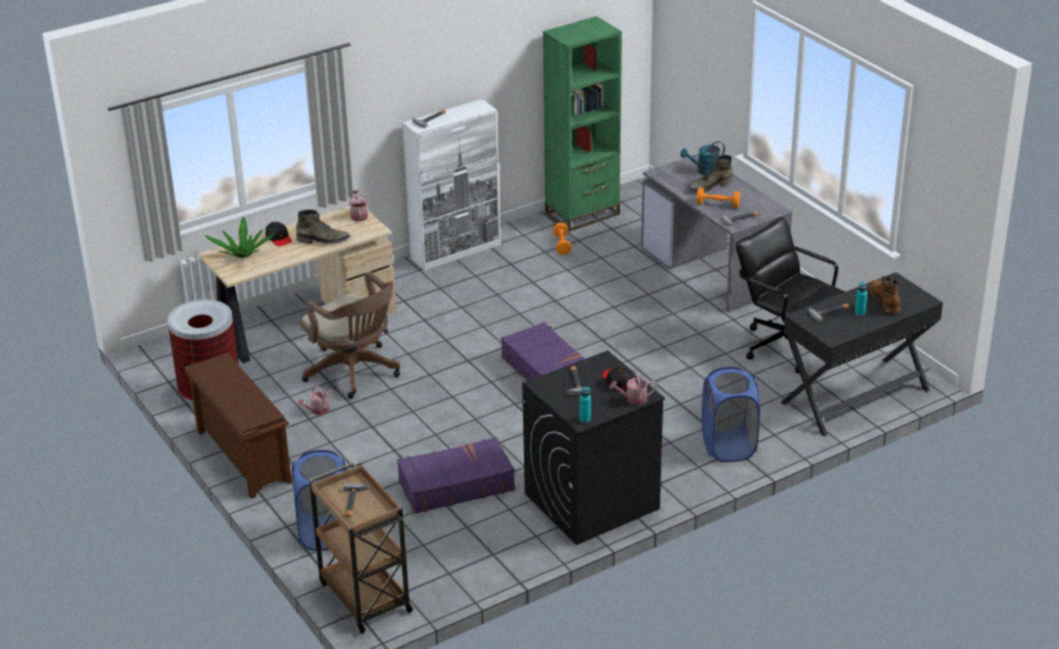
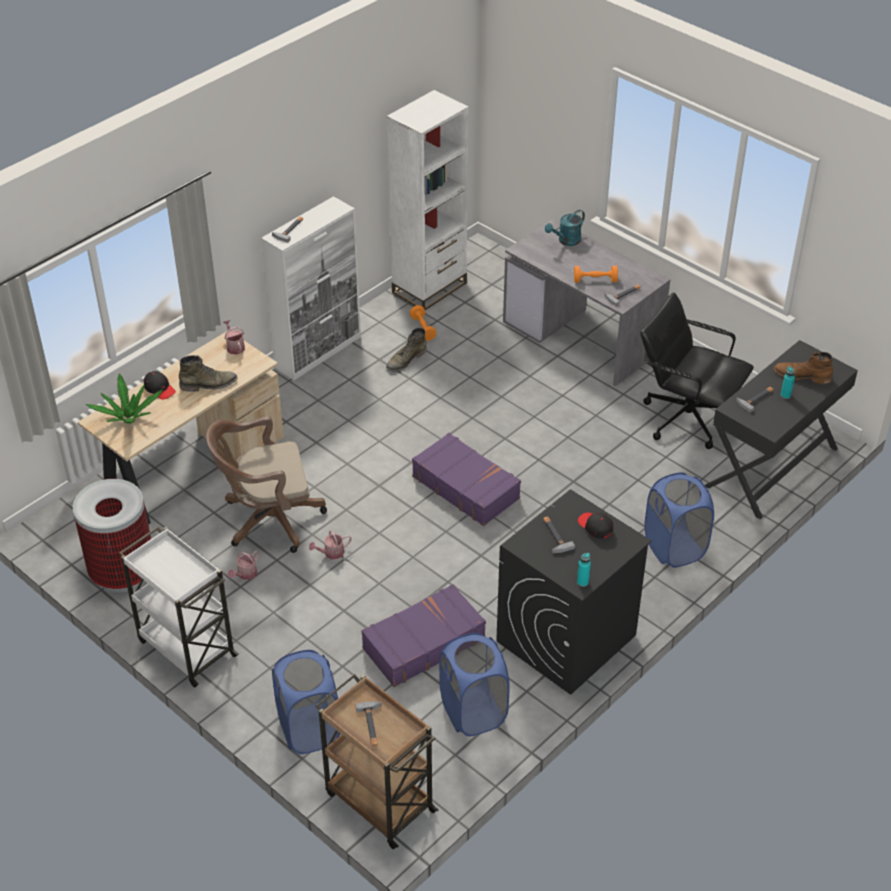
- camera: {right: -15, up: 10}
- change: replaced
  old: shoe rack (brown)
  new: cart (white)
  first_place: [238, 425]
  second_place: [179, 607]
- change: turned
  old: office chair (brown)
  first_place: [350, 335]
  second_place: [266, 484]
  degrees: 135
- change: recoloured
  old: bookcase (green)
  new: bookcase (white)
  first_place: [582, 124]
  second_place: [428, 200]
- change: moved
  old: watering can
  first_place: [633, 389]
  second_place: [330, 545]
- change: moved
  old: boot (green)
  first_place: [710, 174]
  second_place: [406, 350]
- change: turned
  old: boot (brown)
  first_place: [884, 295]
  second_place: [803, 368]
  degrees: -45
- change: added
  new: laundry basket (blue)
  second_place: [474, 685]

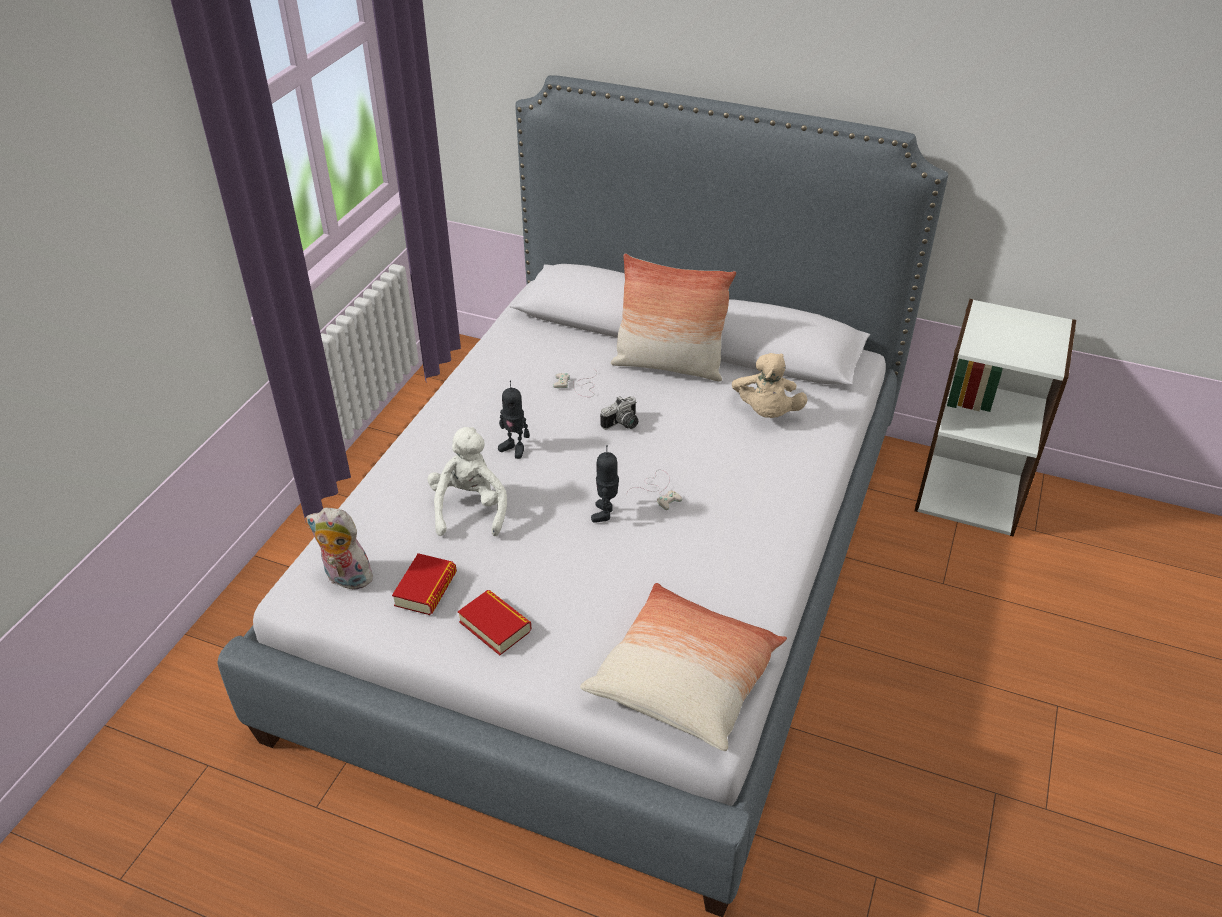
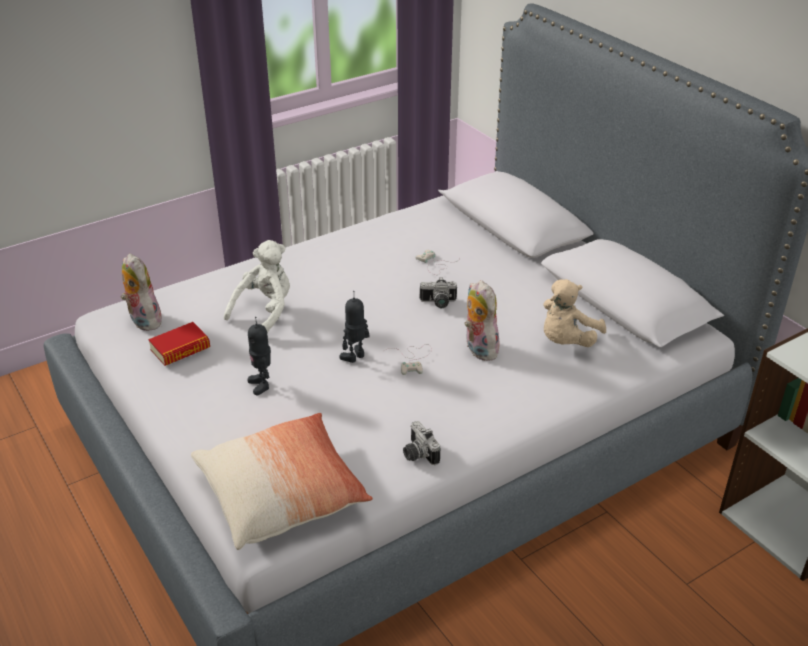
- camera: {right: 35, up: -5}
- change: removed
  old: book
  first_place: [495, 622]
- change: moved
  old: toy robot
  first_place: [514, 419]
  second_place: [259, 356]
- change: removed
  old: pillow
  first_place: [673, 317]
- change: added
  new: photo camera
  second_place: [421, 443]
- change: added
  new: plush toy
  second_place: [482, 320]

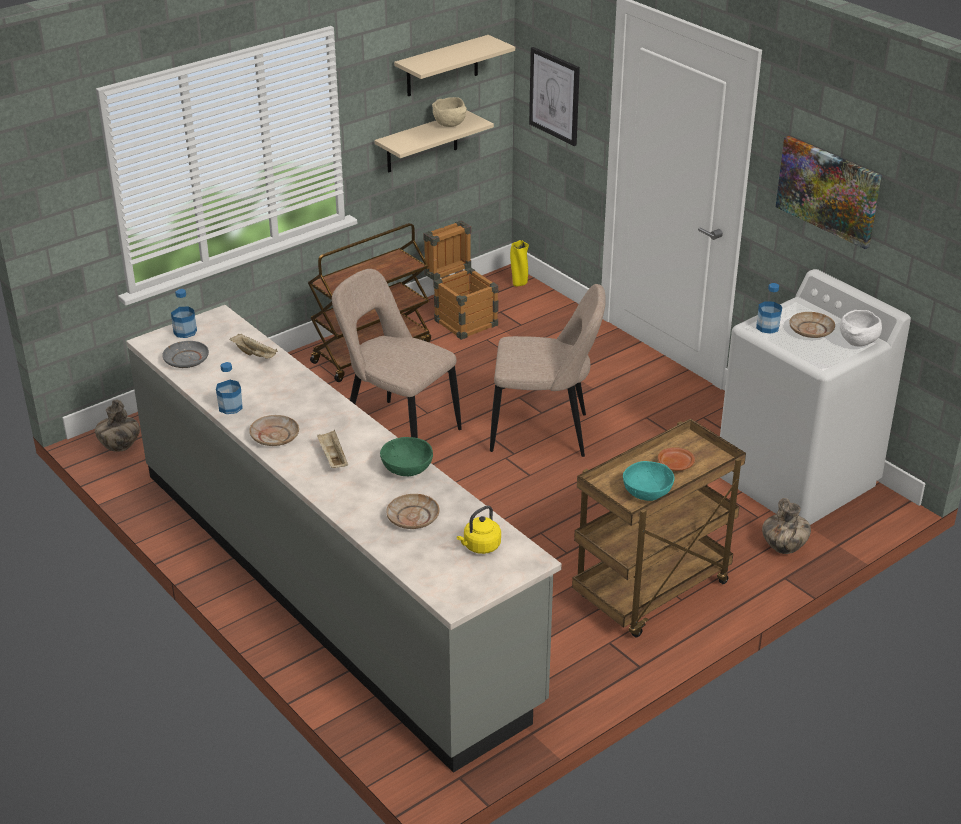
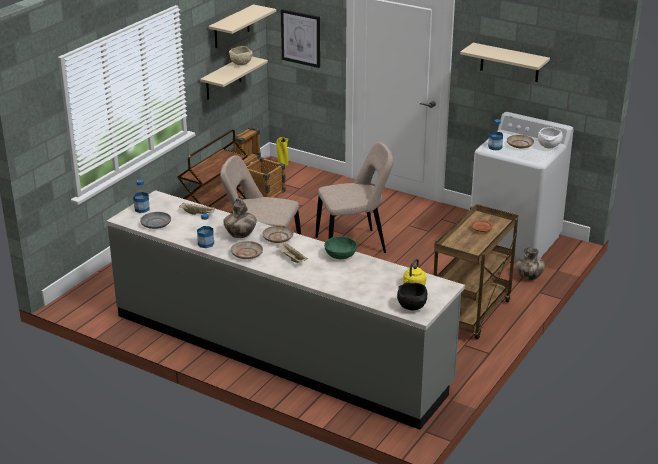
- camera: {right: -20, up: -5}
- change: moved
  old: vase
  first_place: [117, 426]
  second_place: [240, 218]
- change: moved
  old: plate (beige)
  first_place: [413, 511]
  second_place: [277, 234]
- change: removed
  old: bowl (turquoise)
  first_place: [648, 481]
- change: replaced
  old: picture
  new: shelf (beige)
  first_place: [829, 192]
  second_place: [505, 62]
- change: added
  new: bowl (black)
  second_place: [412, 296]

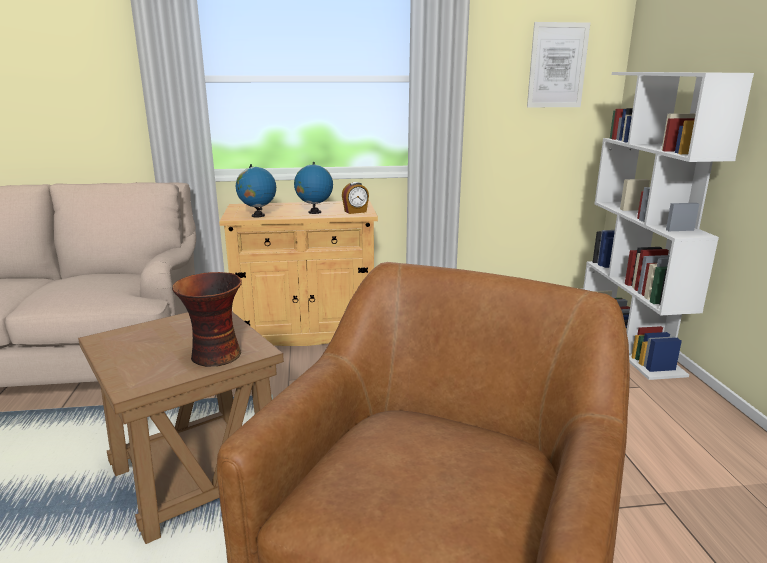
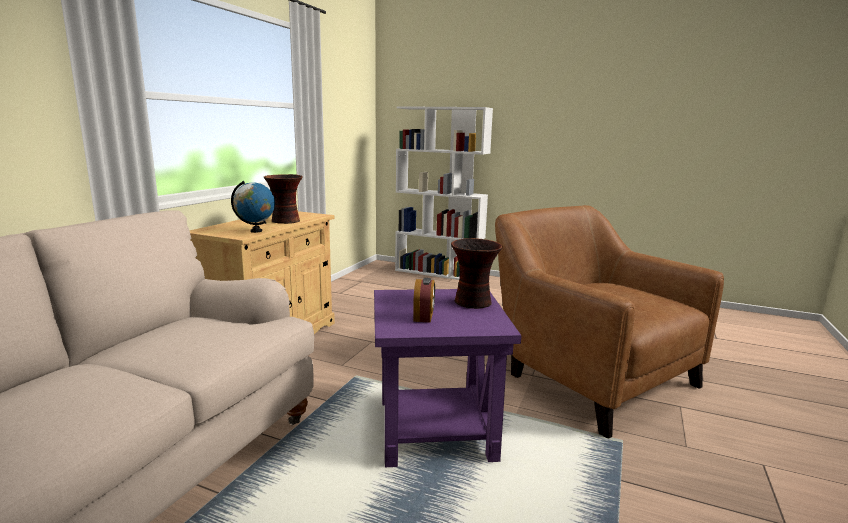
- camera: {right: -60, up: -5}
- change: recoloured
  old: side table (brown)
  new: side table (purple)
  first_place: [181, 428]
  second_place: [448, 378]
- change: replaced
  old: globe
  new: vase
  first_place: [313, 188]
  second_place: [283, 199]
- change: moved
  old: alarm clock
  first_place: [355, 198]
  second_place: [424, 300]
- change: removed
  old: picture
  first_place: [558, 64]

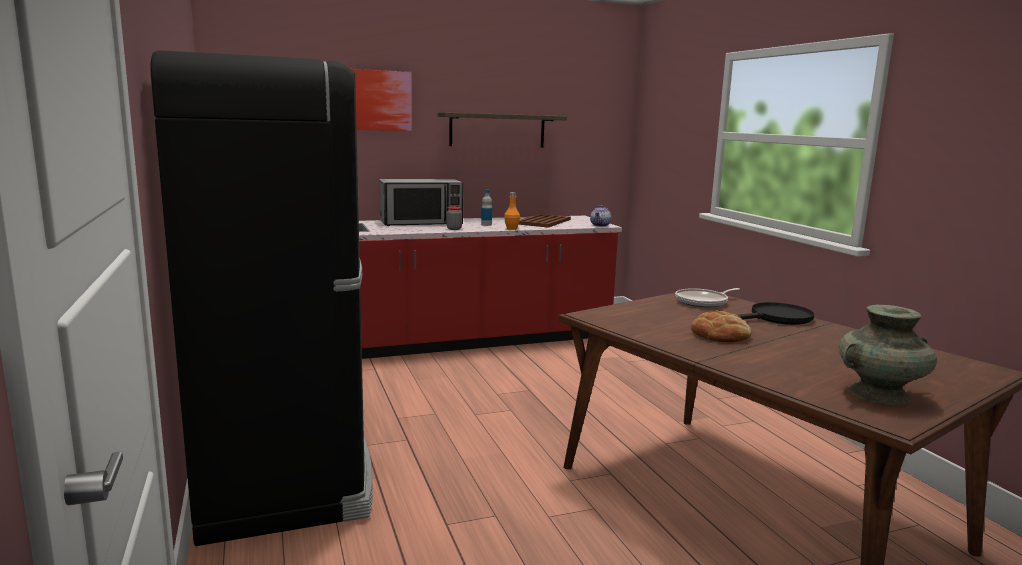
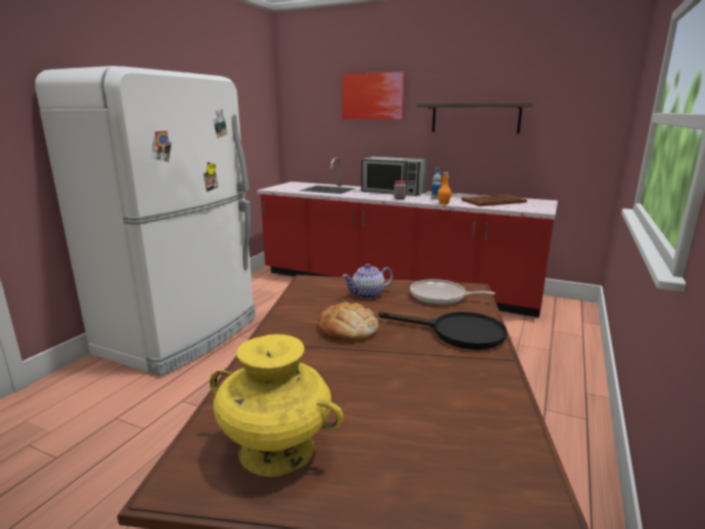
- camera: {right: 45, up: 5}
- change: recoloured
  old: fridge (black)
  new: fridge (white)
  first_place: [262, 298]
  second_place: [145, 221]
- change: moved
  old: teapot
  first_place: [600, 216]
  second_place: [368, 281]
- change: recoloured
  old: vase (turquoise)
  new: vase (yellow)
  first_place: [888, 355]
  second_place: [276, 405]

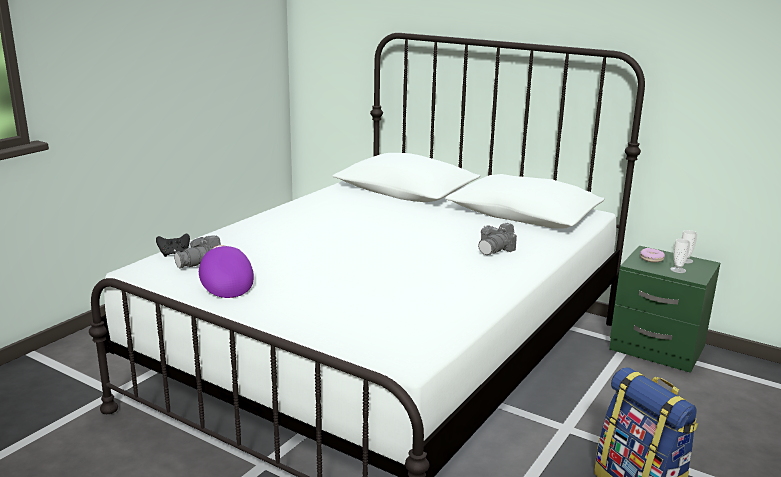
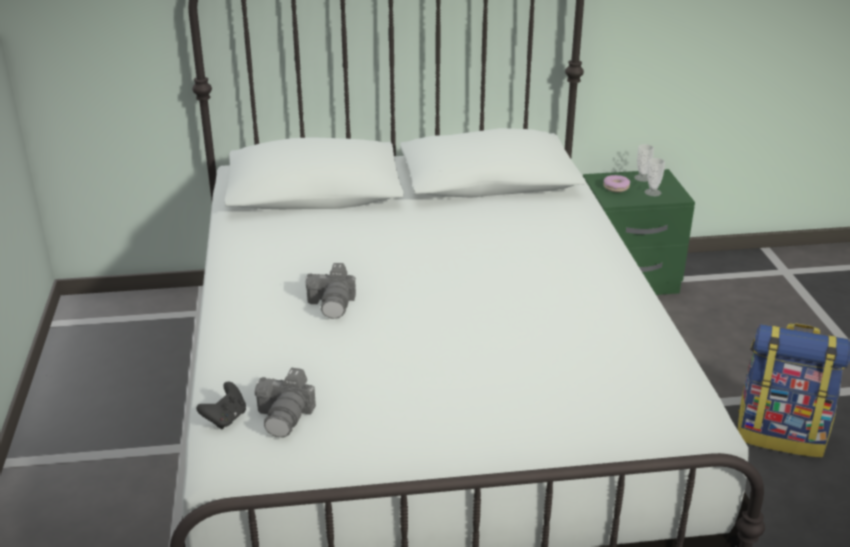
- camera: {right: -40, up: 10}
- change: removed
  old: cap (purple)
  first_place: [226, 271]
- change: moved
  old: photo camera
  first_place: [497, 239]
  second_place: [330, 291]

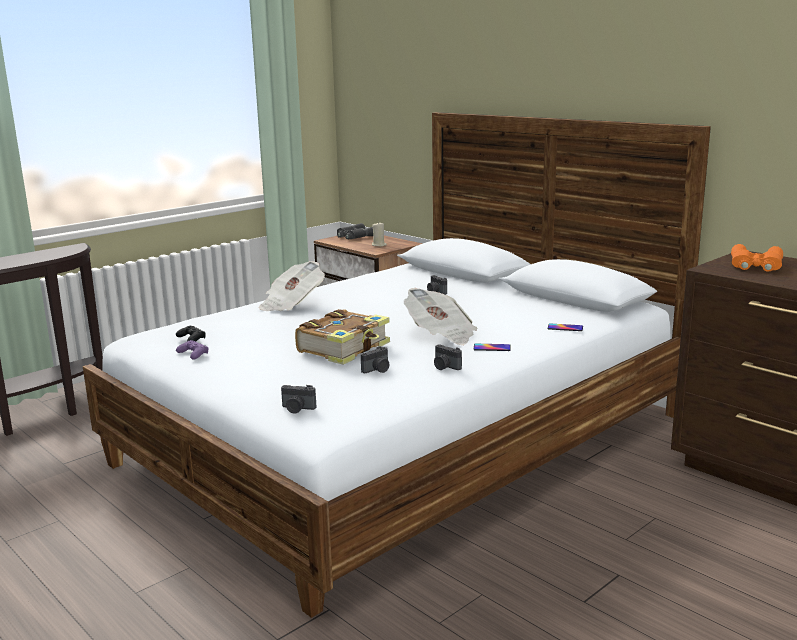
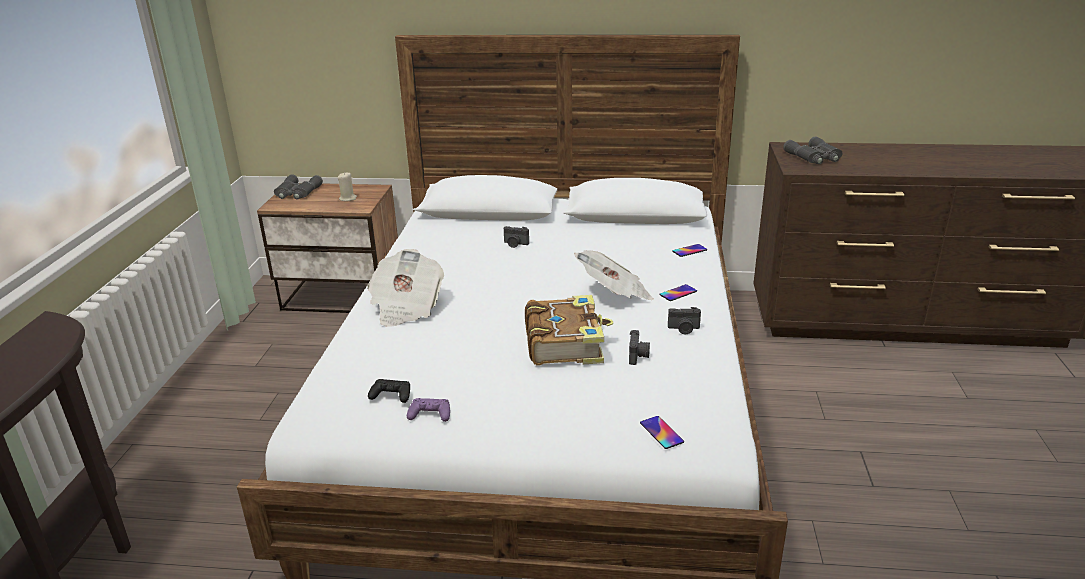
- camera: {right: -40, up: 10}
- change: replaced
  old: photo camera
  new: phone
  first_place: [298, 399]
  second_place: [662, 432]
- change: recoloured
  old: binoculars (orange)
  new: binoculars (grey)
  first_place: [757, 258]
  second_place: [812, 150]

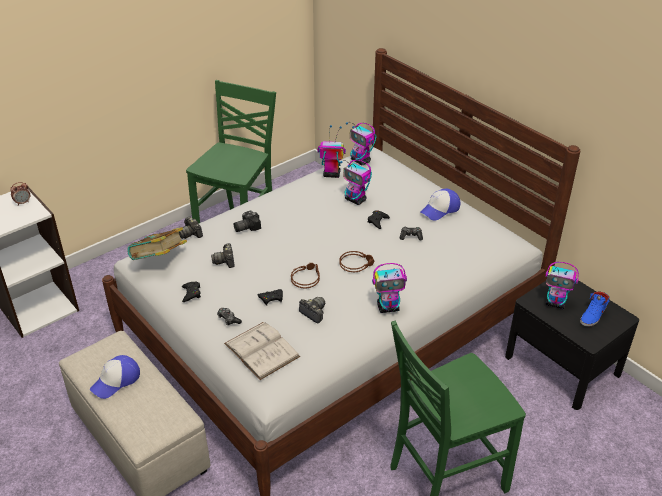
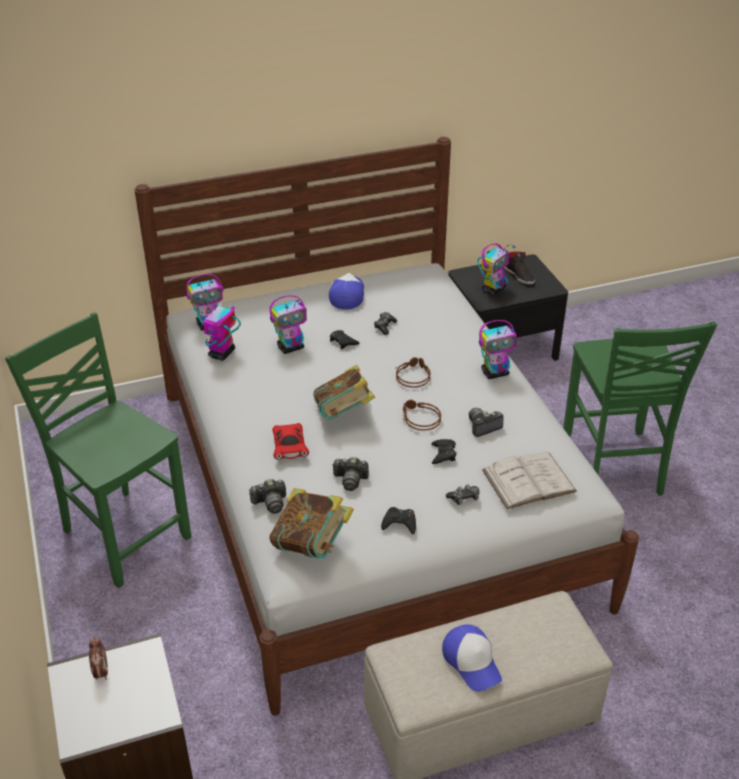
- camera: {right: -70, up: 0}
- change: replaced
  old: photo camera
  new: toy car (red)
  first_place: [247, 221]
  second_place: [290, 441]
- change: turned
  old: toy robot
  first_place: [389, 288]
  second_place: [498, 349]
  degrees: 60
- change: turned
  old: cap
  first_place: [440, 205]
  second_place: [346, 291]
  degrees: -150
- change: recoloured
  old: shoe (blue)
  new: shoe (black)
  first_place: [594, 309]
  second_place: [519, 268]
- change: added
  new: book
  second_place: [344, 392]

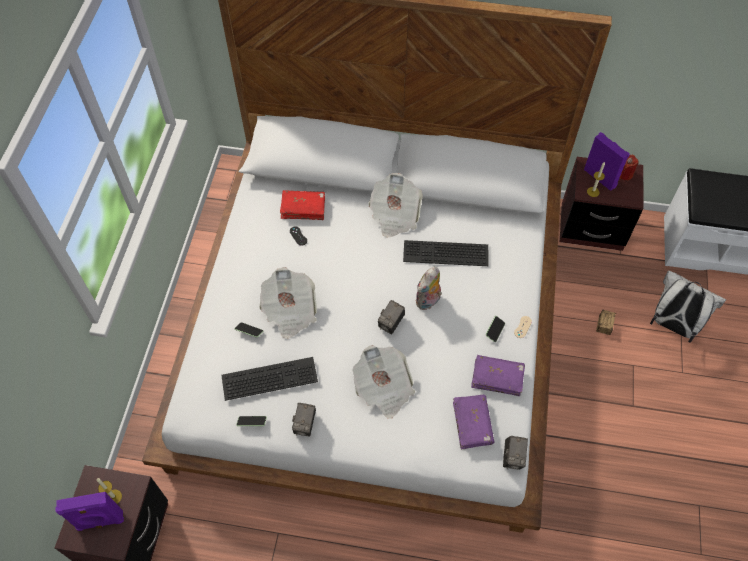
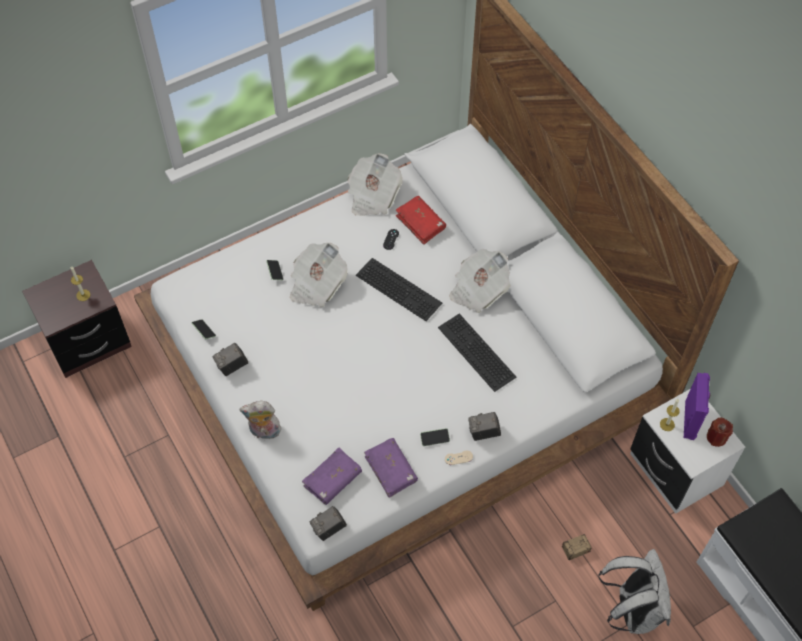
- camera: {right: 50, up: 0}
- change: removed
  old: speaker (purple)
  first_place: [89, 511]
- change: moved
  old: keyboard
  first_place: [269, 379]
  second_place: [399, 289]
- change: moved
  old: newspaper
  first_place: [383, 382]
  second_place: [375, 184]
- change: moved
  old: photo camera
  first_place: [391, 317]
  second_place: [484, 426]
- change: moved
  old: plush toy
  first_place: [428, 288]
  second_place: [260, 420]
- change: recoloured
  old: nightstand (brown)
  new: nightstand (white)
  first_place: [602, 204]
  second_place: [687, 451]

